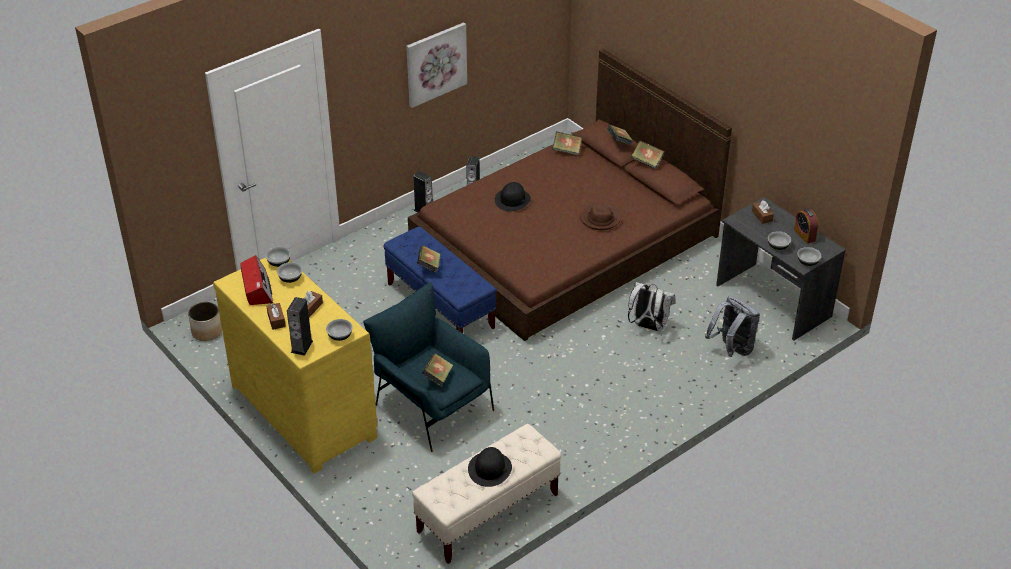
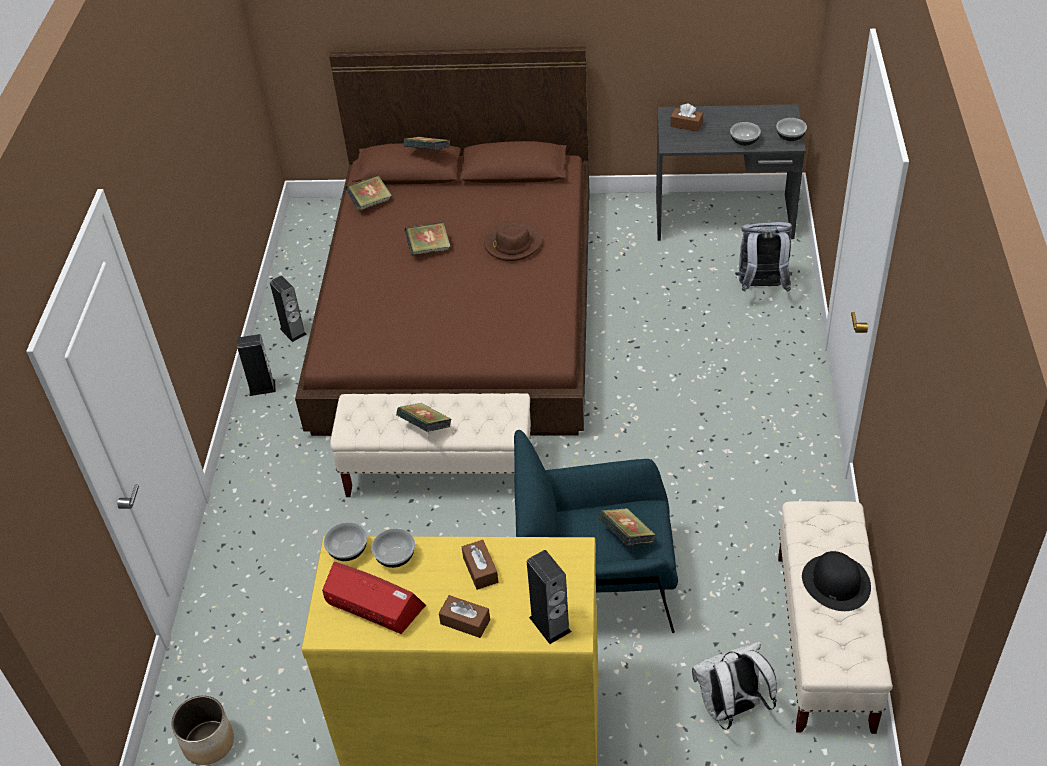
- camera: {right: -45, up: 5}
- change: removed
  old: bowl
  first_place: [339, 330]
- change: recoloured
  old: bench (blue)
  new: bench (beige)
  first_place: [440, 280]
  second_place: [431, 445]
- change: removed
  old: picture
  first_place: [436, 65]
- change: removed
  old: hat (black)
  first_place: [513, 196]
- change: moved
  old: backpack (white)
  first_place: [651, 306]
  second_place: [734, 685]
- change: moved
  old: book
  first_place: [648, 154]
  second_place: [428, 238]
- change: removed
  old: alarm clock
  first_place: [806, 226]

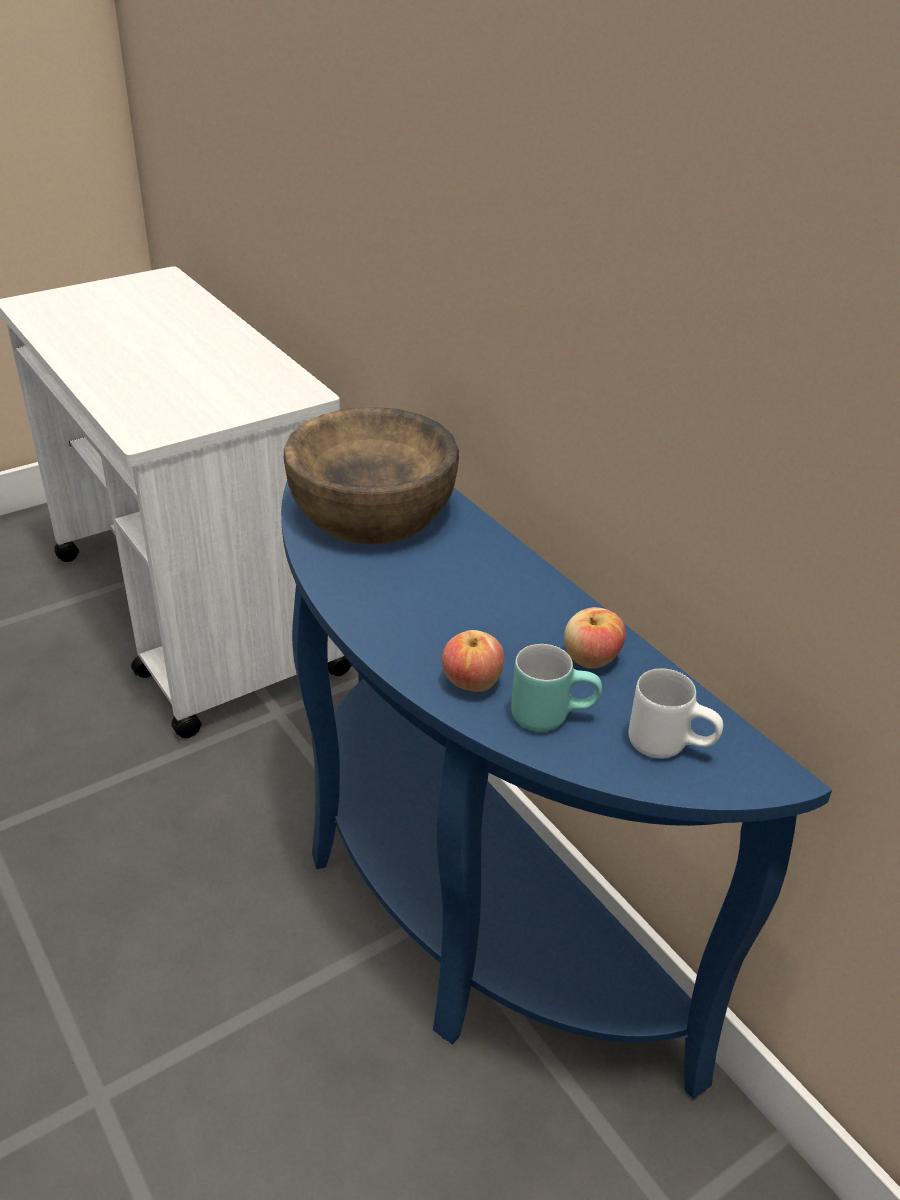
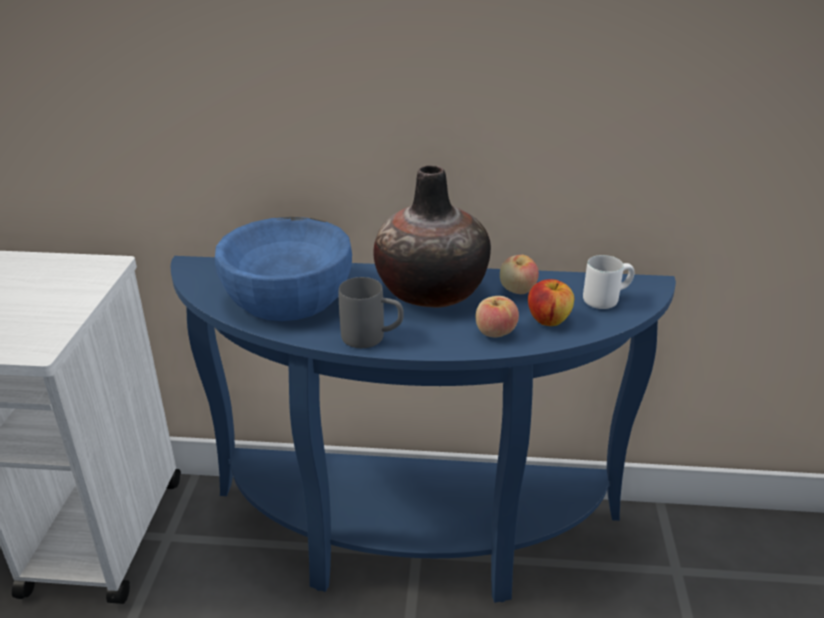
- camera: {right: -50, up: -5}
- change: recoloured
  old: bowl (brown)
  new: bowl (blue)
  first_place: [371, 475]
  second_place: [283, 269]
- change: replaced
  old: mug (turquoise)
  new: apple
  first_place: [556, 688]
  second_place: [551, 302]
- change: added
  new: mug (grey)
  second_place: [371, 312]
- change: added
  new: vase
  second_place: [432, 236]

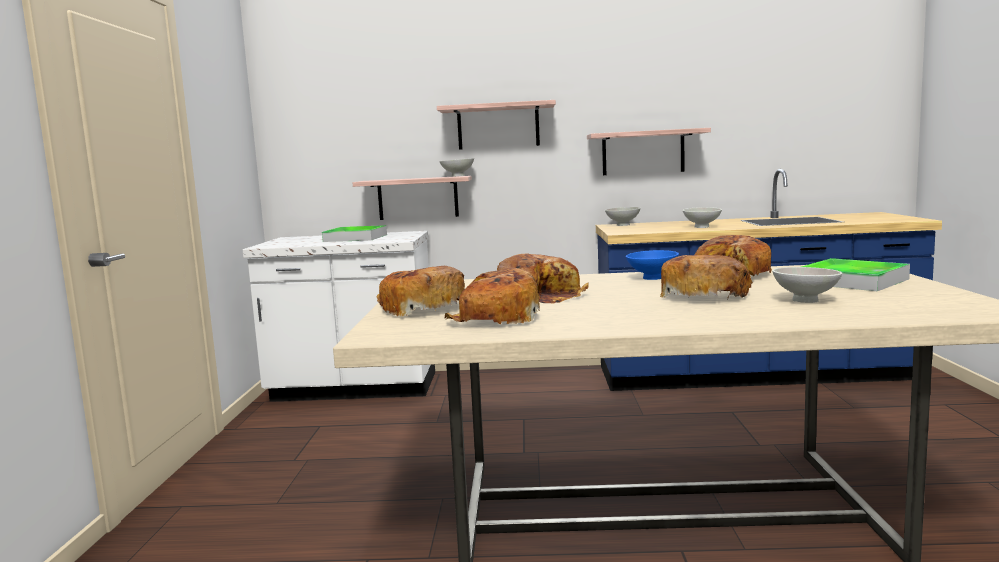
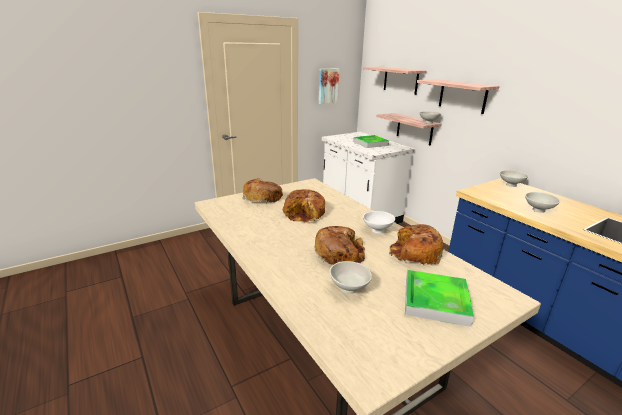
- camera: {right: 55, up: 15}
- change: removed
  old: bread
  first_place: [492, 295]
- change: moved
  old: shelf
  first_place: [649, 151]
  second_place: [394, 81]
- change: recoloured
  old: bowl (blue)
  new: bowl (white)
  first_place: [652, 265]
  second_place: [379, 222]
- change: added
  new: picture
  second_place: [329, 86]

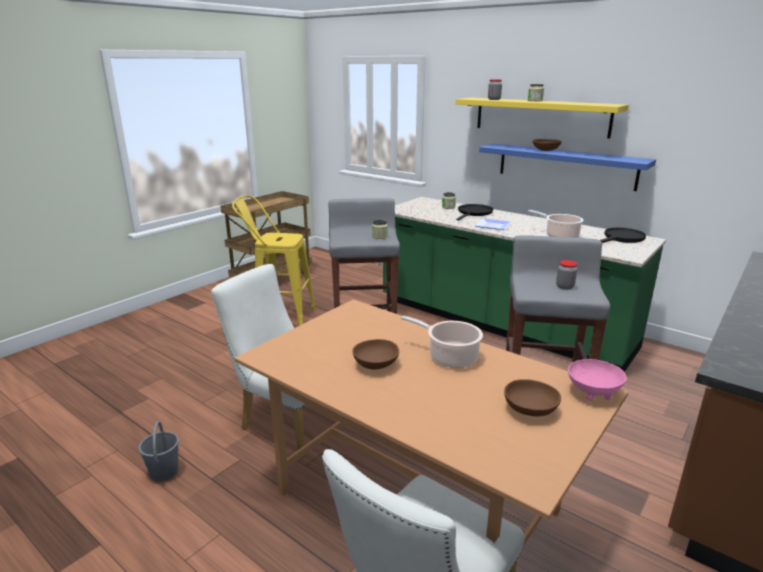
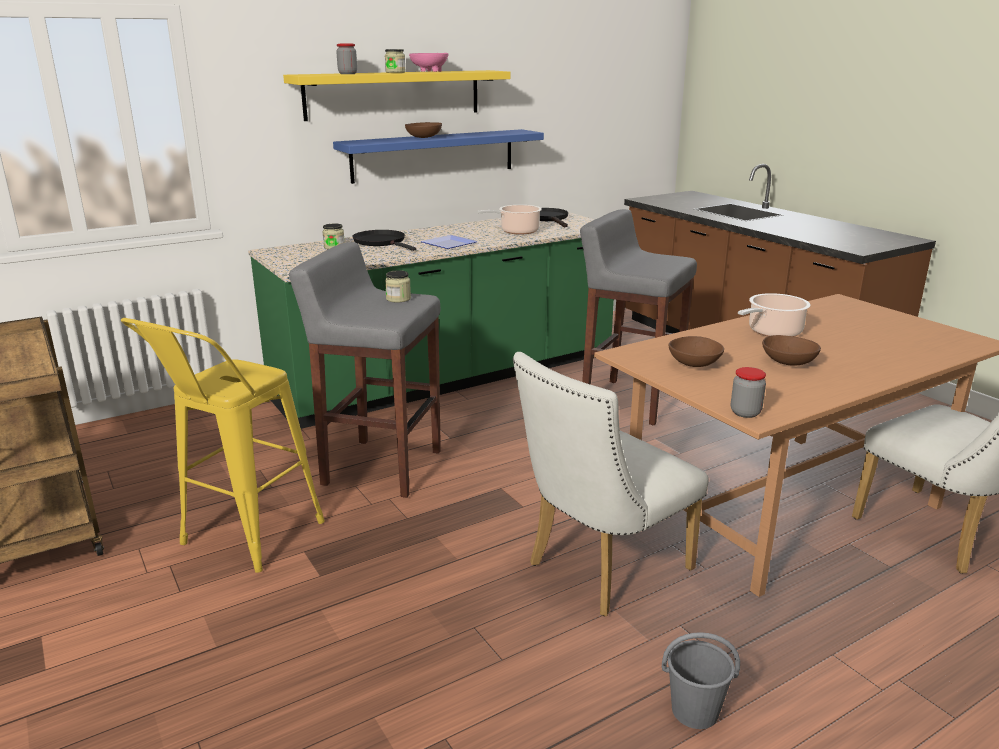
- camera: {right: -70, up: 0}
- change: moved
  old: bowl (brown)
  first_place: [532, 397]
  second_place: [696, 351]
- change: moved
  old: jar
  first_place: [566, 275]
  second_place: [748, 392]
- change: moved
  old: bowl (pink)
  first_place: [597, 380]
  second_place: [429, 62]

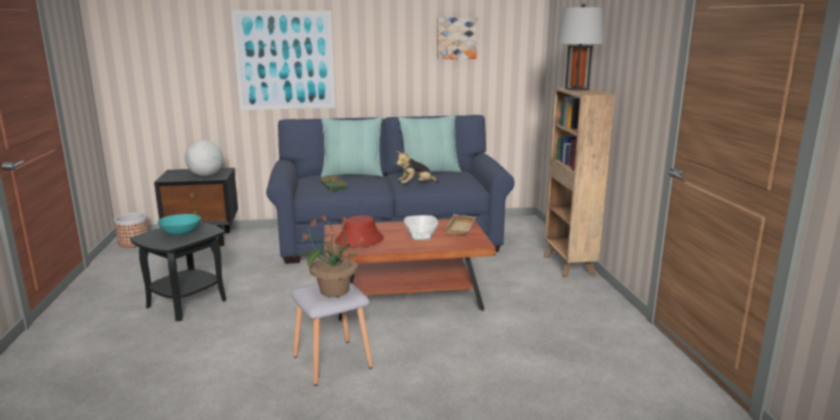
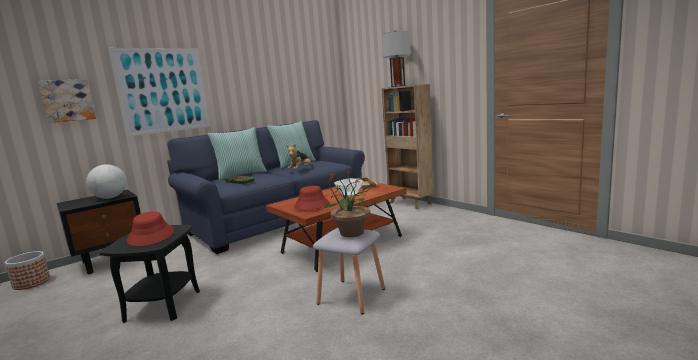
- camera: {right: -30, up: -5}
- change: replaced
  old: bowl (turquoise)
  new: hat (red)
  first_place: [179, 225]
  second_place: [150, 228]
- change: moved
  old: picture
  first_place: [457, 38]
  second_place: [67, 101]

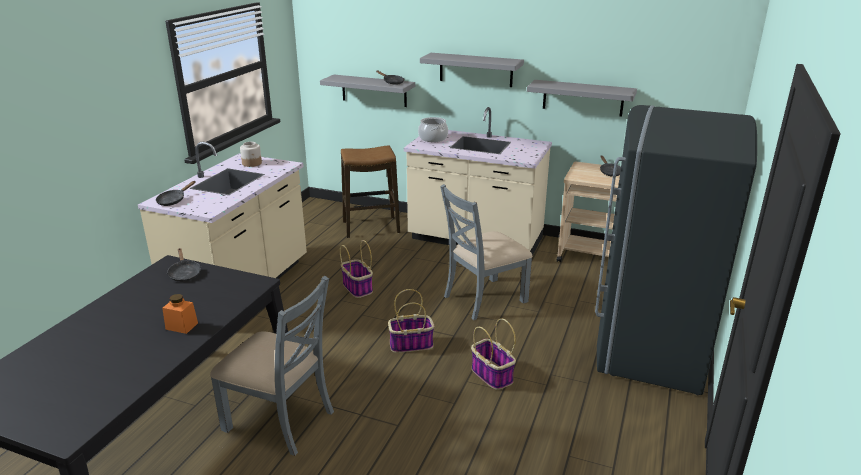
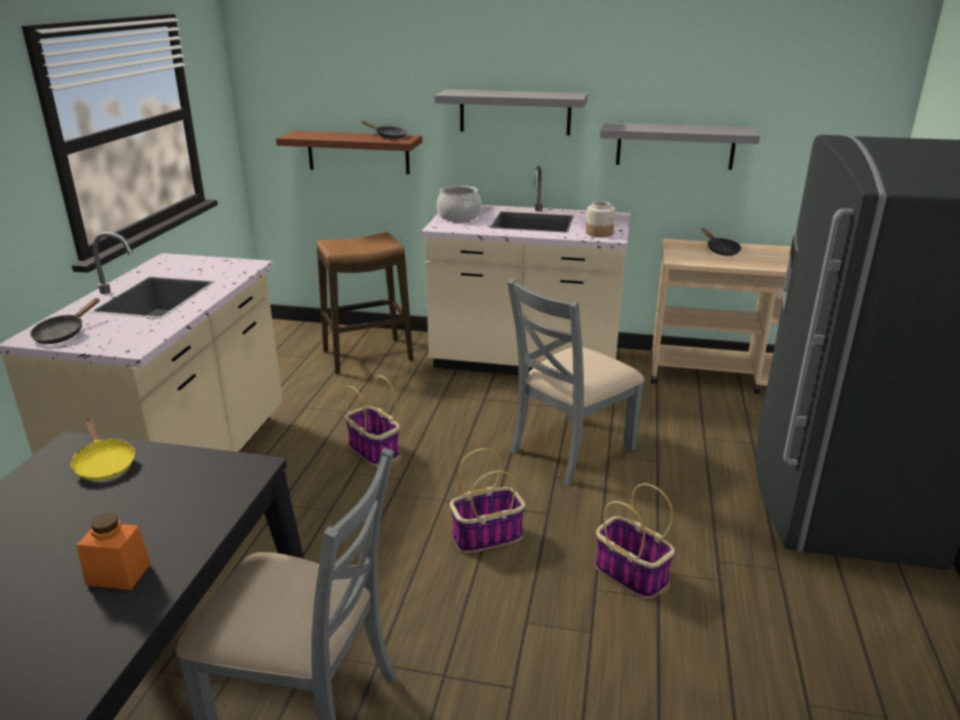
- camera: {right: -10, up: 0}
- change: recoloured
  old: frying pan (black)
  new: frying pan (yellow)
  first_place: [184, 265]
  second_place: [102, 449]
- change: moved
  old: jar
  first_place: [251, 154]
  second_place: [600, 219]
- change: recoloured
  old: shelf (grey)
  new: shelf (brown)
  first_place: [367, 91]
  second_place: [349, 152]

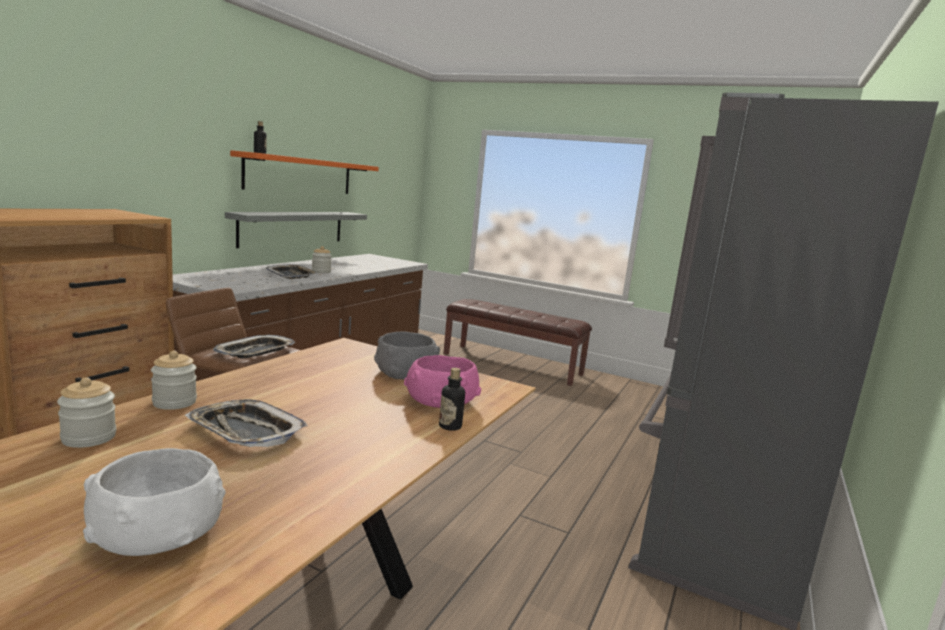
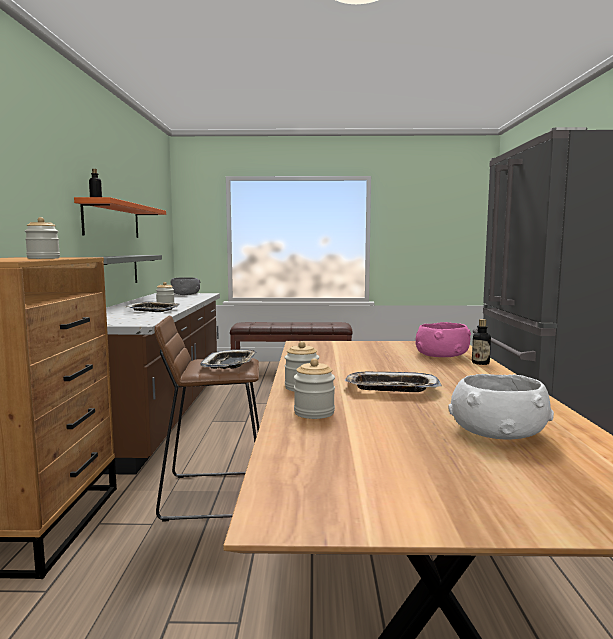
- camera: {right: -25, up: -5}
- change: moved
  old: bowl (grey)
  first_place: [407, 355]
  second_place: [185, 286]
- change: added
  new: jar
  second_place: [42, 238]

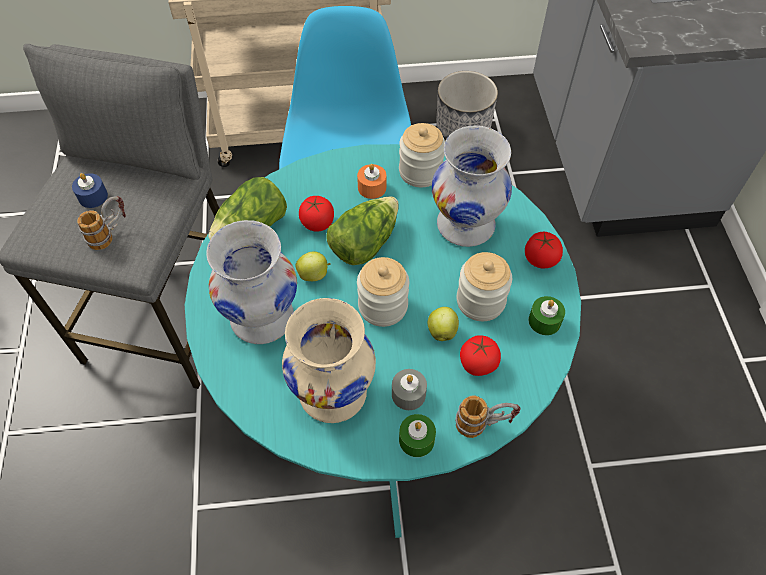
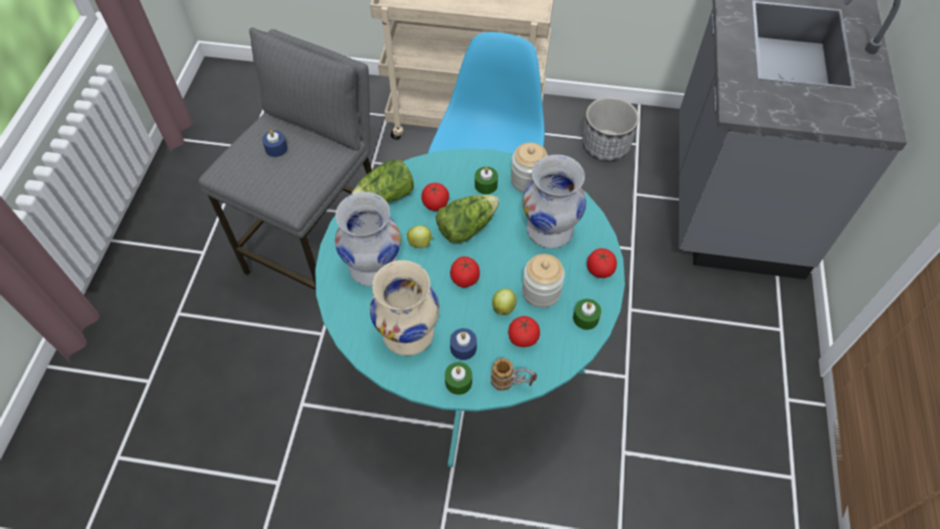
- camera: {right: 15, up: 0}
- change: removed
  old: mug
  first_place: [101, 223]
- change: recoloured
  old: candle (orange)
  new: candle (green)
  first_place: [371, 181]
  second_place: [486, 180]
- change: replaced
  old: jar
  new: tomato
  first_place: [383, 292]
  second_place: [465, 271]
- change: recoloured
  old: candle (grey)
  new: candle (blue)
  first_place: [409, 389]
  second_place: [463, 344]

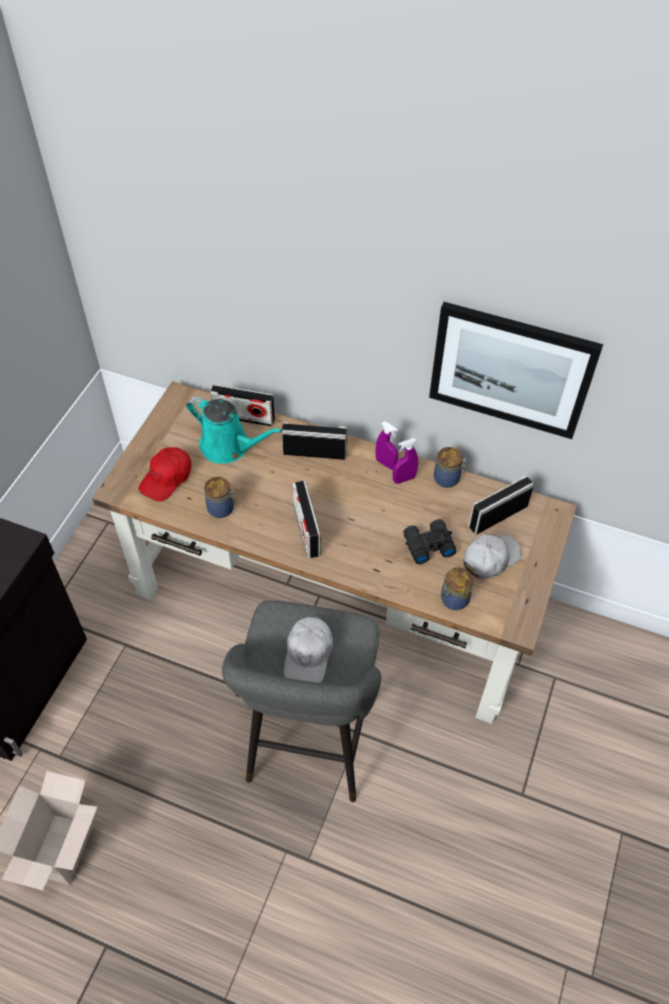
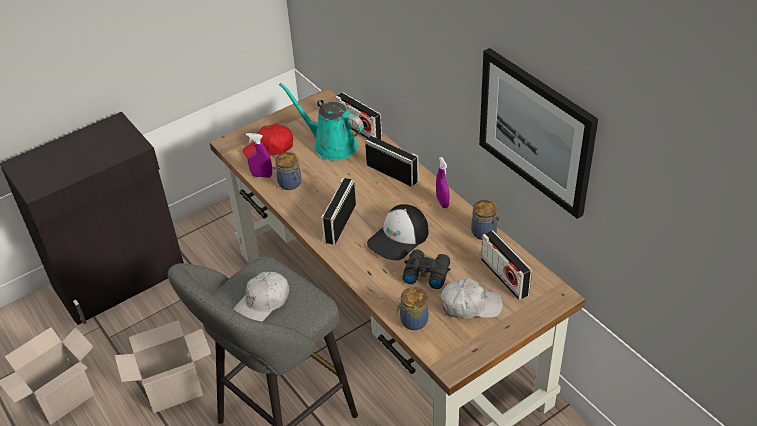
- camera: {right: 35, up: -10}
- change: turned
  old: watering can (turquoise)
  first_place: [234, 430]
  second_place: [321, 122]
  degrees: 150
- change: moved
  old: spray bottle (purple)
  first_place: [405, 461]
  second_place: [259, 155]
- change: turned
  old: radio
  first_place: [501, 504]
  second_place: [506, 265]
  degrees: -120
- change: added
  new: cardboard box
  second_place: [162, 366]
- change: added
  new: cap
  second_place: [398, 232]

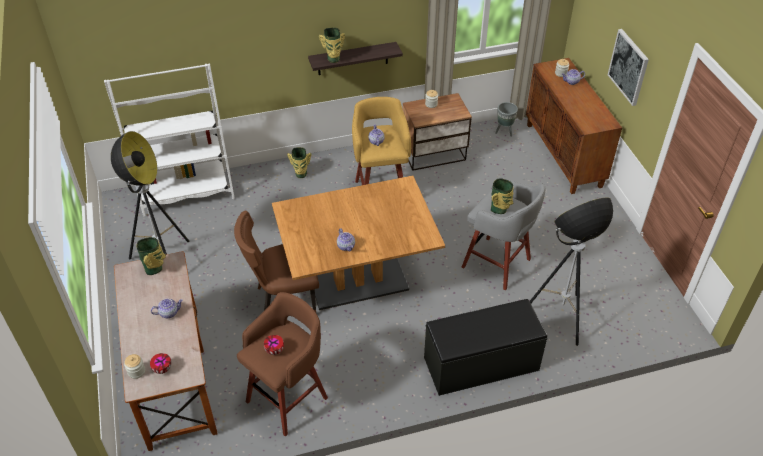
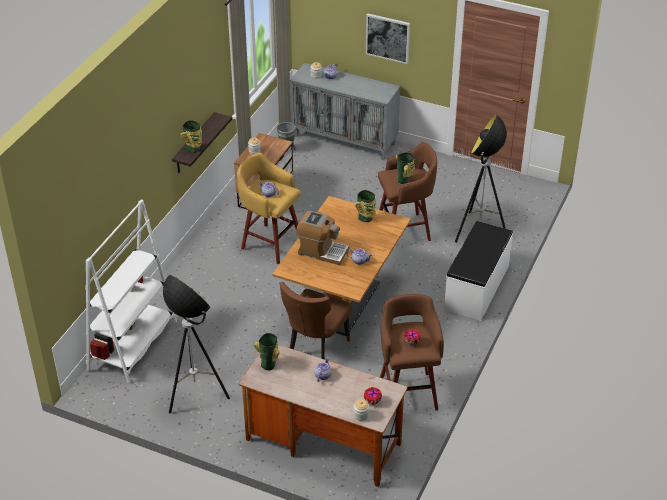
- camera: {right: -50, up: -5}
- change: moved
  old: vase
  first_place: [299, 162]
  second_place: [365, 206]
- change: recoloured
  old: bench (black)
  new: bench (white)
  first_place: [485, 347]
  second_place: [478, 271]
- change: recoloured
  old: stool (grey)
  new: stool (brown)
  first_place: [503, 235]
  second_place: [407, 191]
- change: recoloured
  old: cabinet (brown)
  new: cabinet (grey)
  first_place: [574, 126]
  second_place: [345, 111]
- change: added
  new: coffee machine
  second_place: [322, 238]

